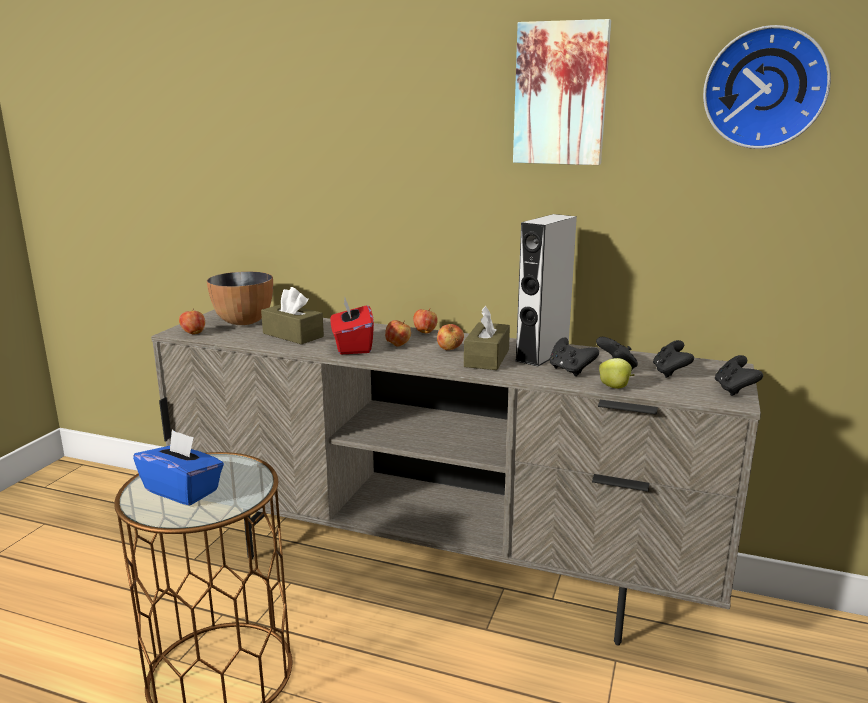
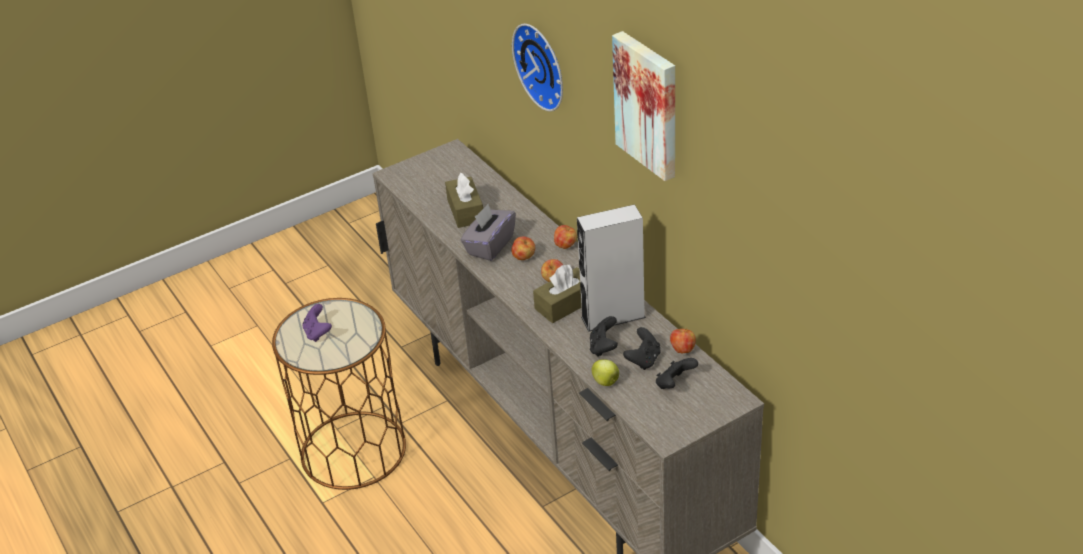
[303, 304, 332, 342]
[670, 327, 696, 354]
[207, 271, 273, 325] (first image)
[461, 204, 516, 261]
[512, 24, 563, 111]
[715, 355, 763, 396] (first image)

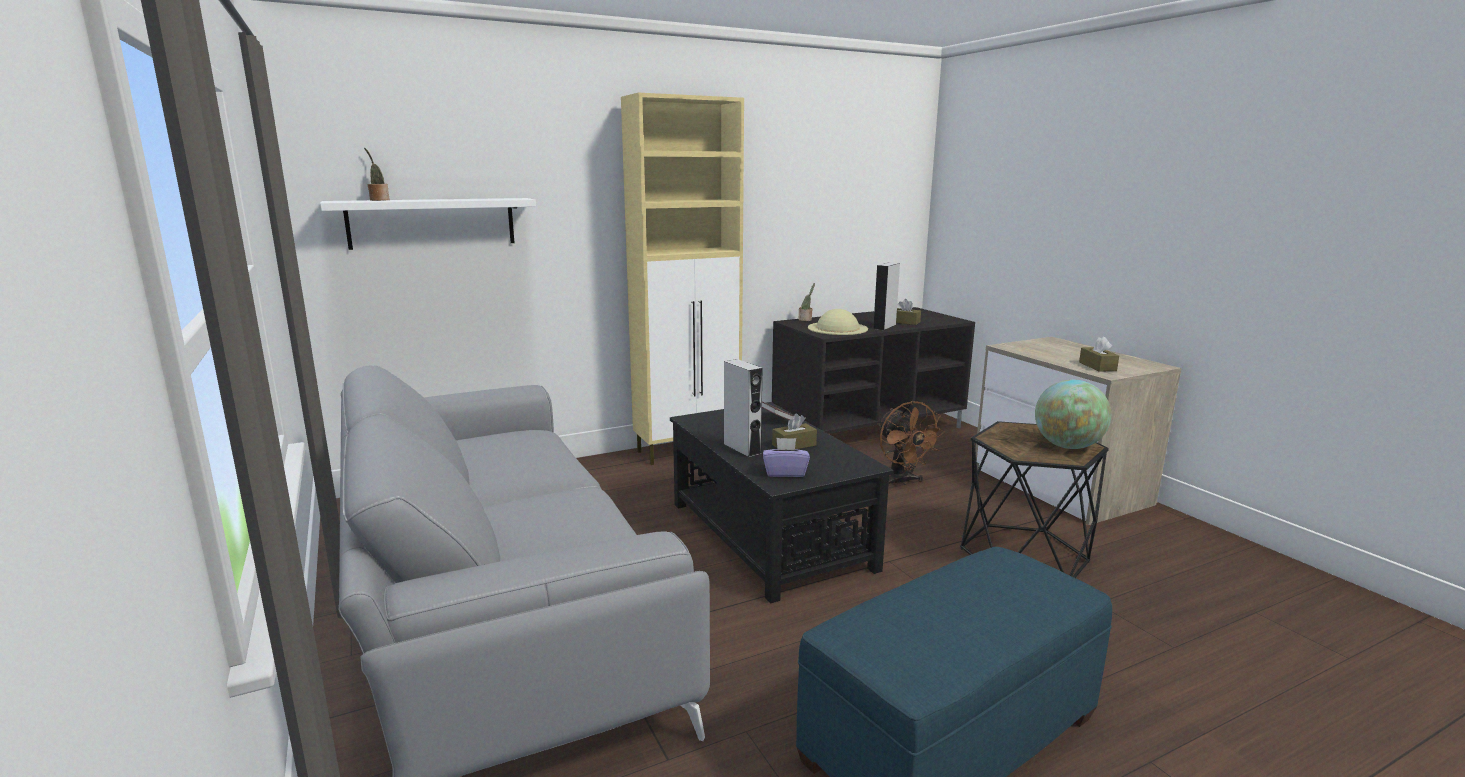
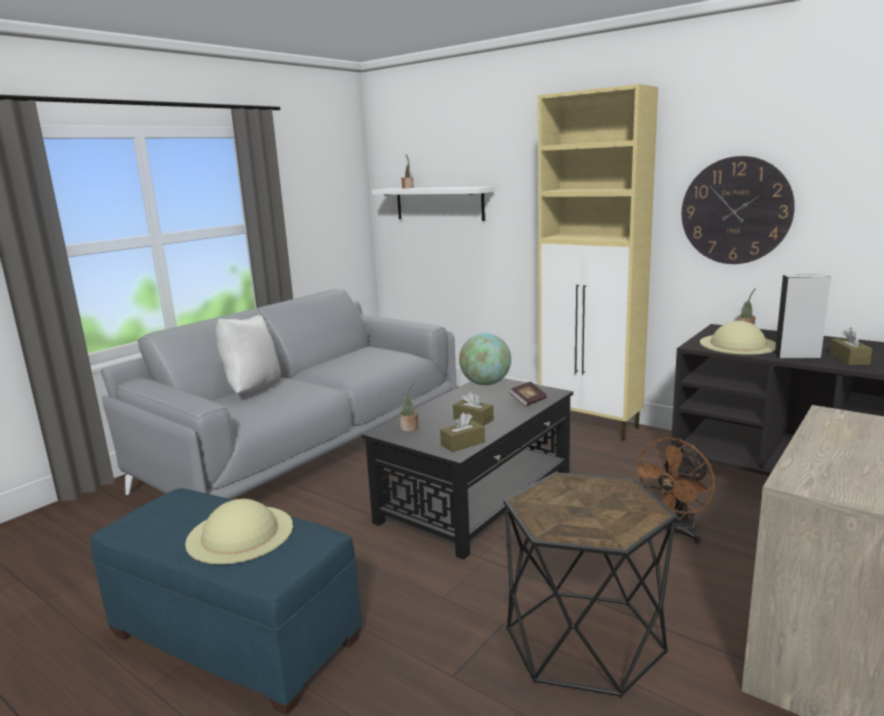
[724, 359, 762, 457] (first image)
[399, 383, 418, 432]
[459, 333, 511, 385]
[440, 413, 485, 452]
[185, 499, 293, 564]
[216, 315, 281, 394]
[682, 156, 795, 264]

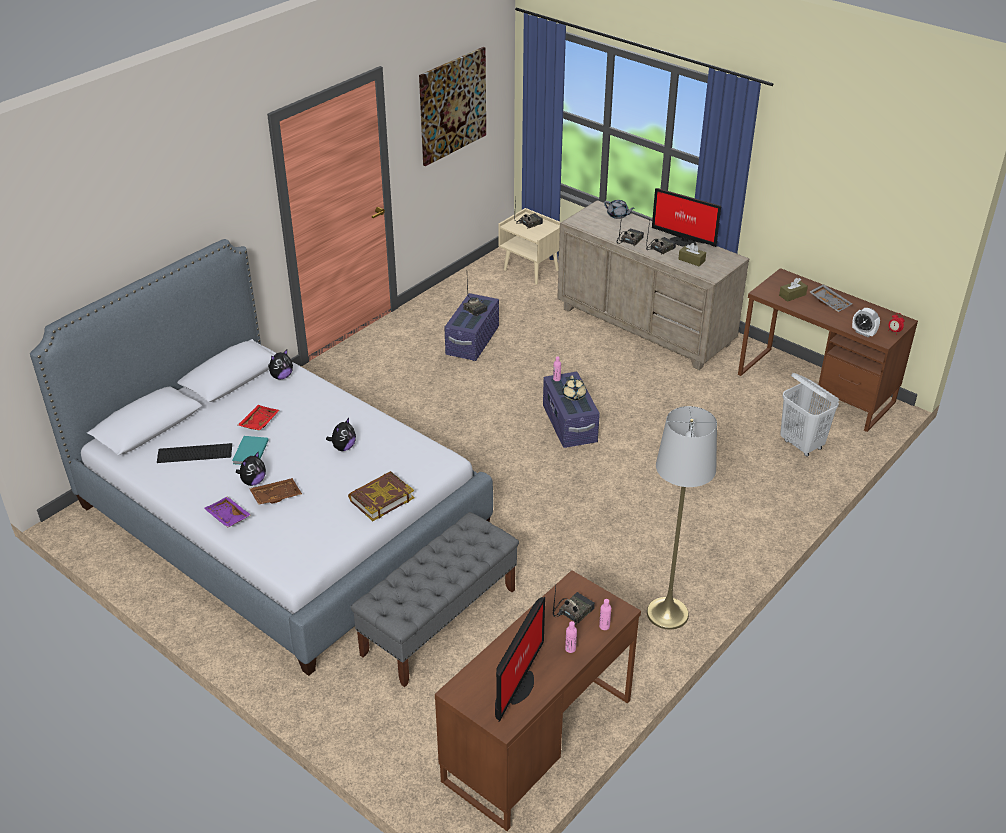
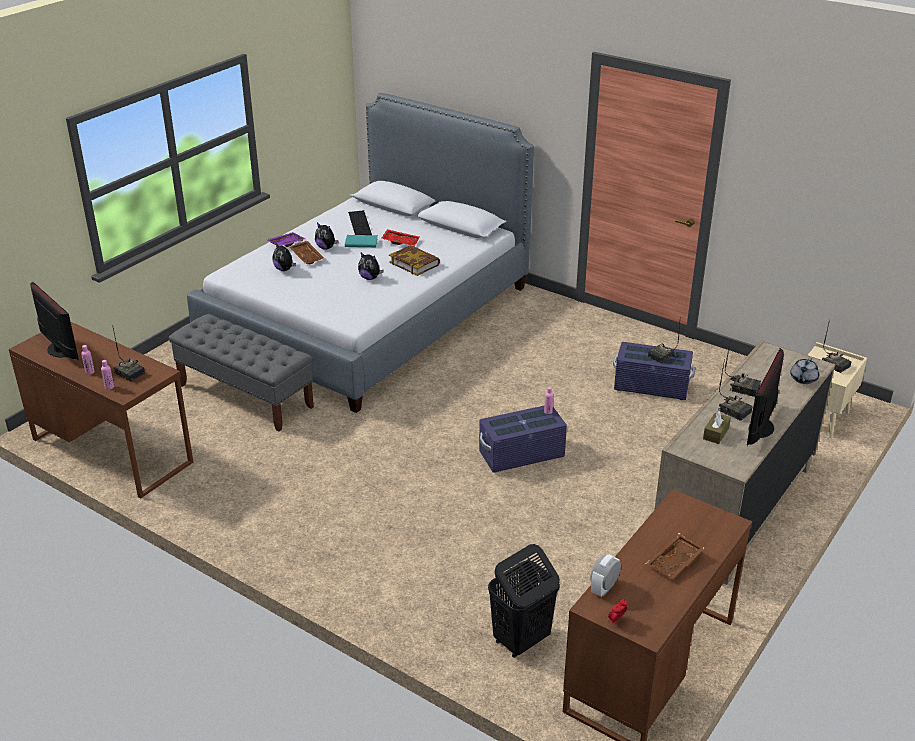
[272, 242, 296, 271]
[389, 245, 440, 276]
[419, 47, 486, 166] (first image)
[30, 282, 79, 360]
[562, 376, 586, 401] (first image)
[647, 406, 717, 630] (first image)
[779, 278, 808, 302] (first image)
[488, 544, 560, 658]
[645, 533, 704, 579]

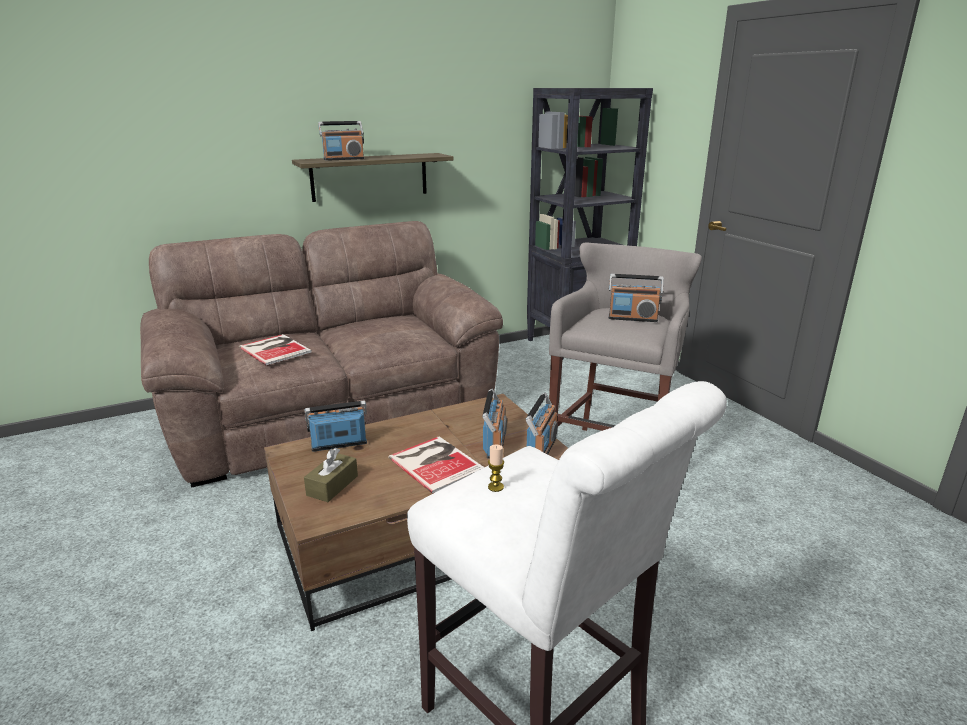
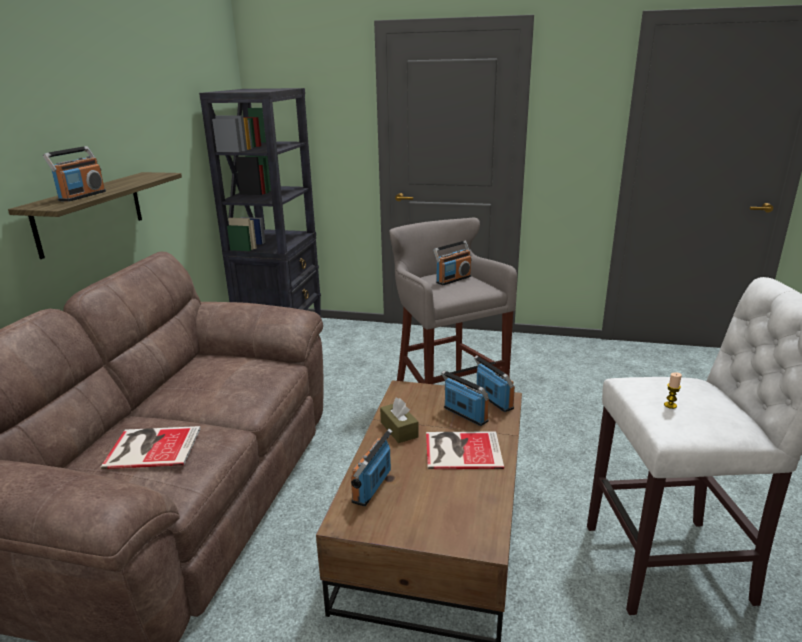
[380, 398, 419, 443]

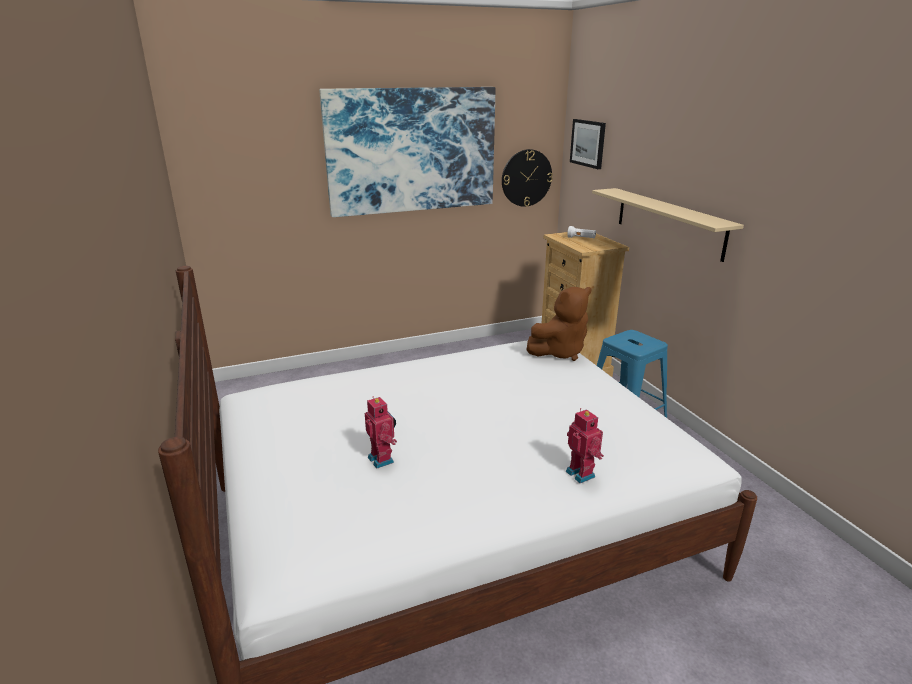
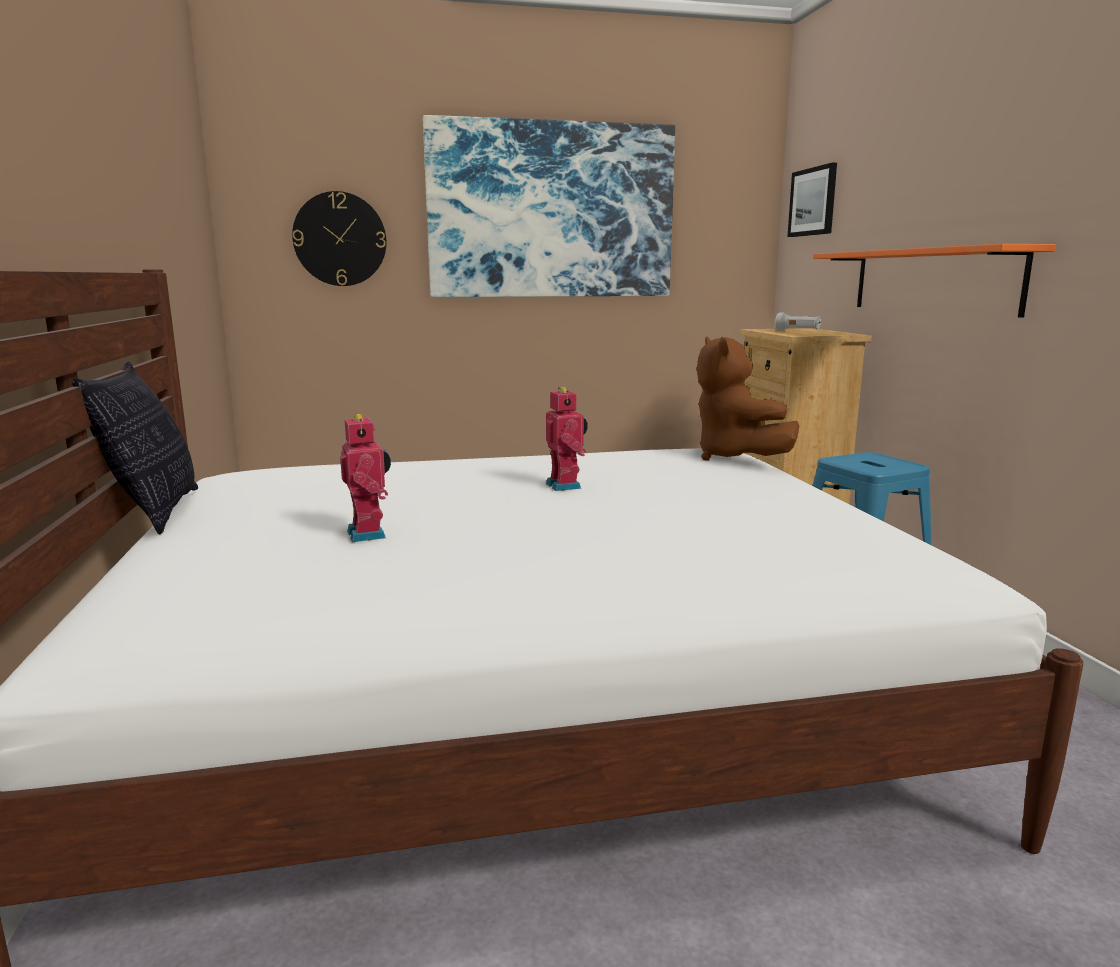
[292, 191, 386, 286]
[697, 336, 799, 461]
[546, 387, 588, 491]
[813, 244, 1056, 318]
[72, 362, 198, 534]

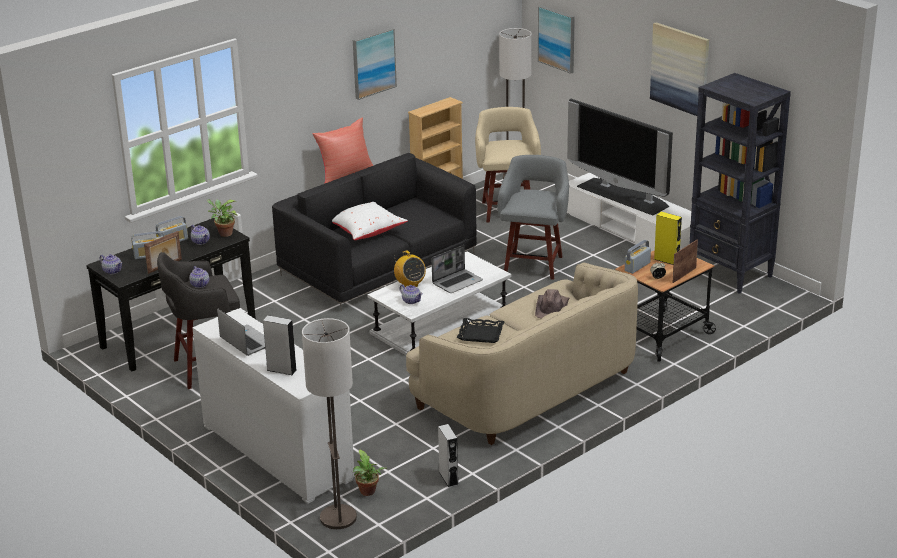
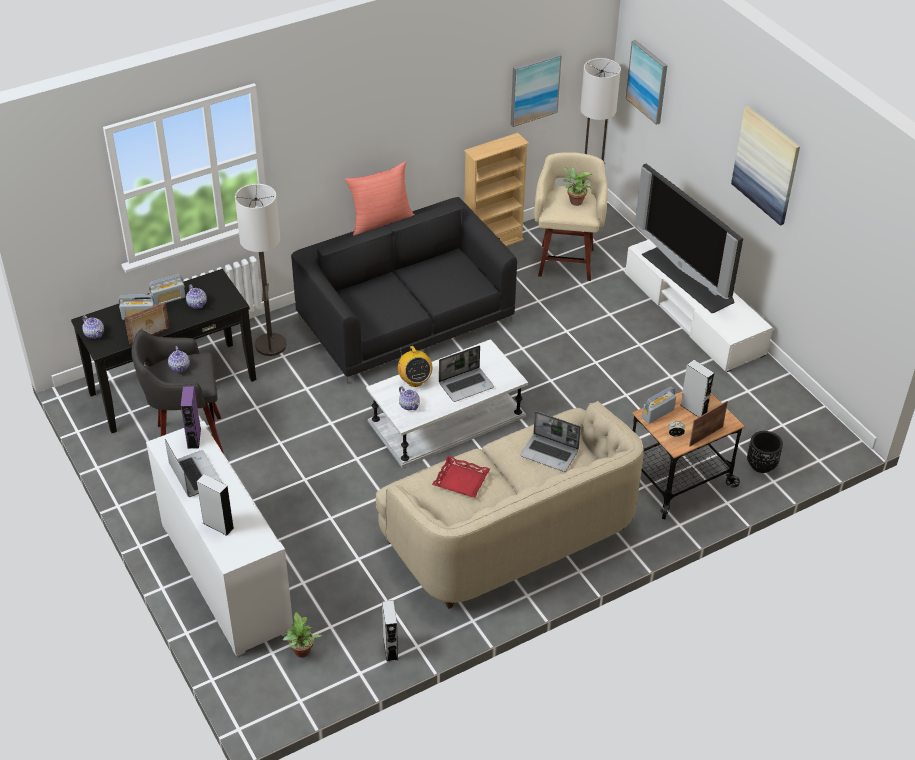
[563, 167, 592, 206]
[235, 184, 287, 356]
[332, 202, 408, 240] (first image)
[511, 53, 562, 127]
[432, 456, 490, 498]
[498, 155, 569, 280] (first image)
[520, 411, 581, 472]
[680, 360, 714, 417]
[689, 73, 791, 294] (first image)
[181, 386, 201, 449]
[747, 431, 783, 473]

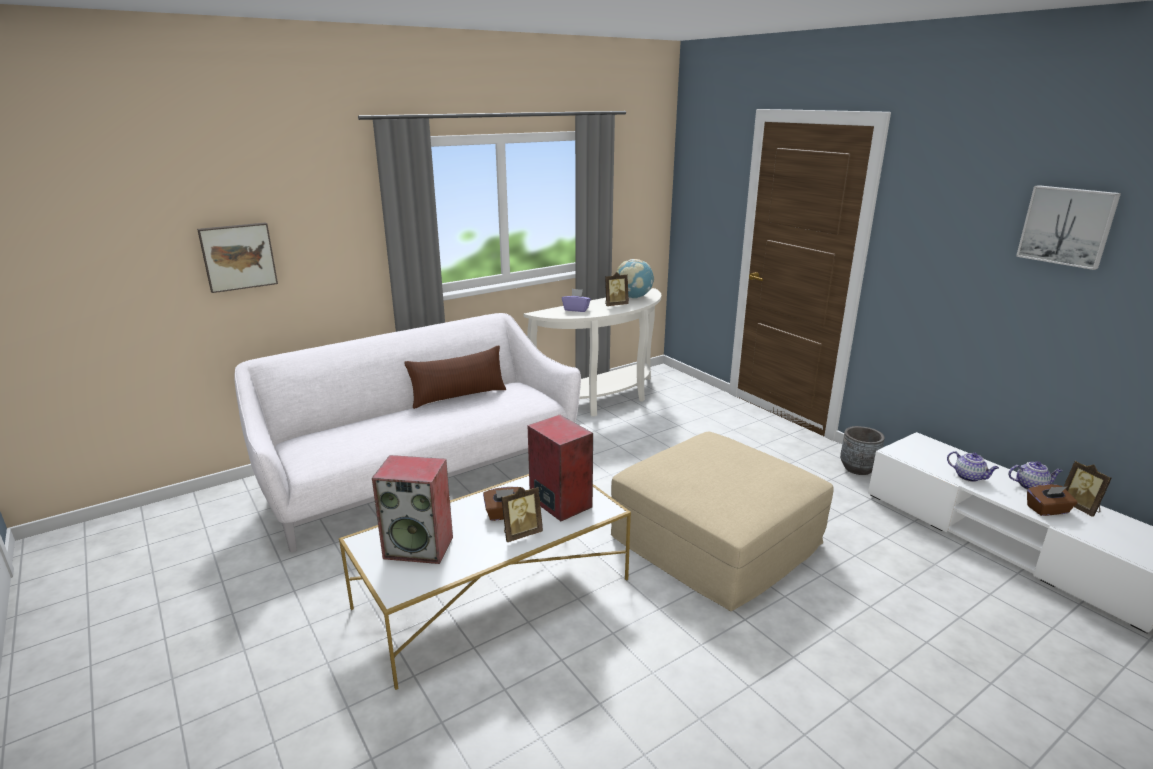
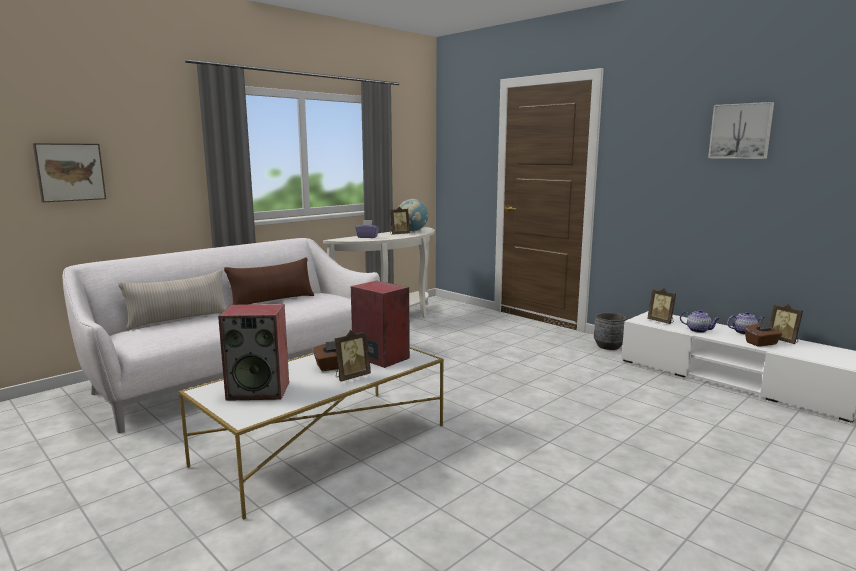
[611, 431, 834, 611] (first image)
[118, 270, 227, 330]
[647, 288, 676, 324]

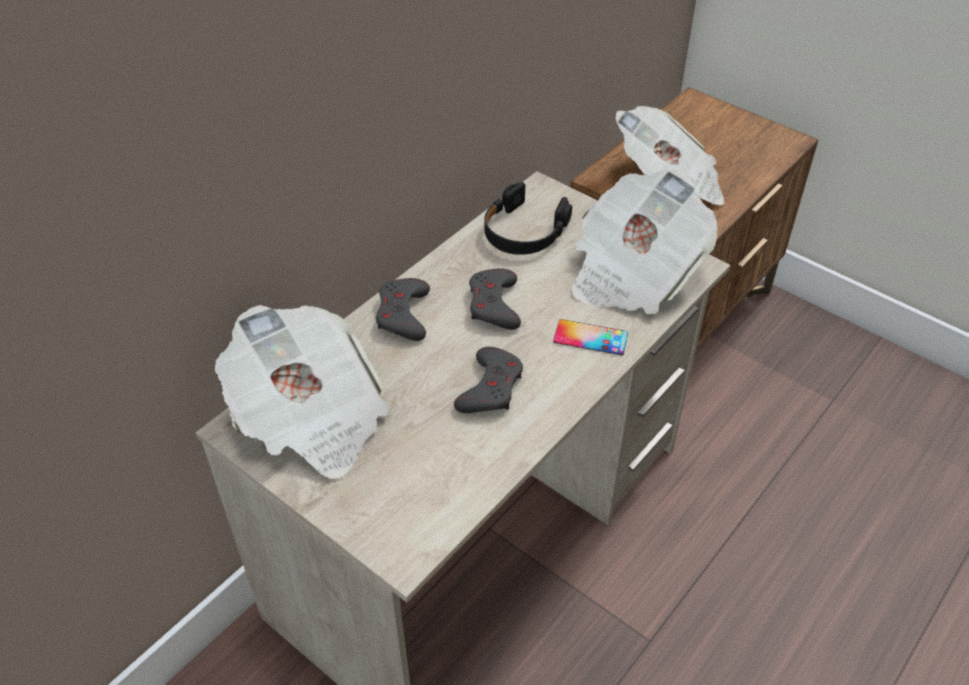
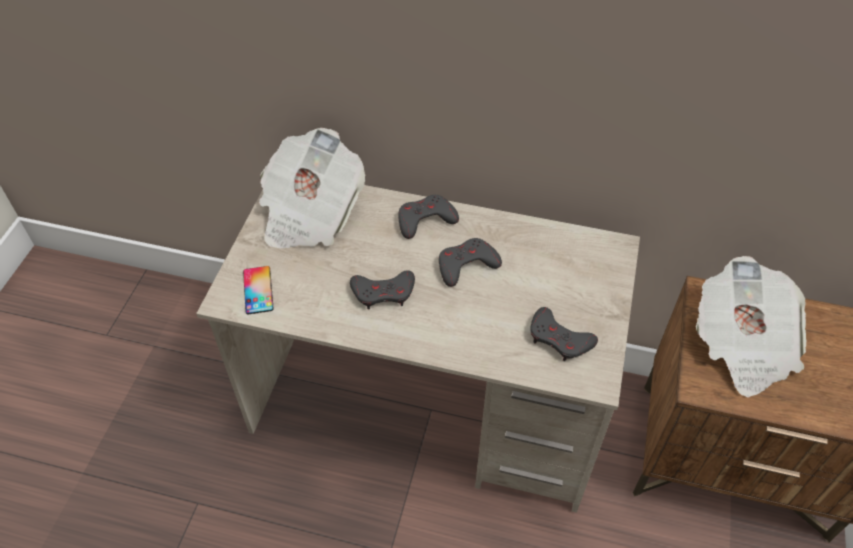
[484, 182, 572, 255] (first image)
[243, 266, 274, 314]
[530, 307, 598, 361]

